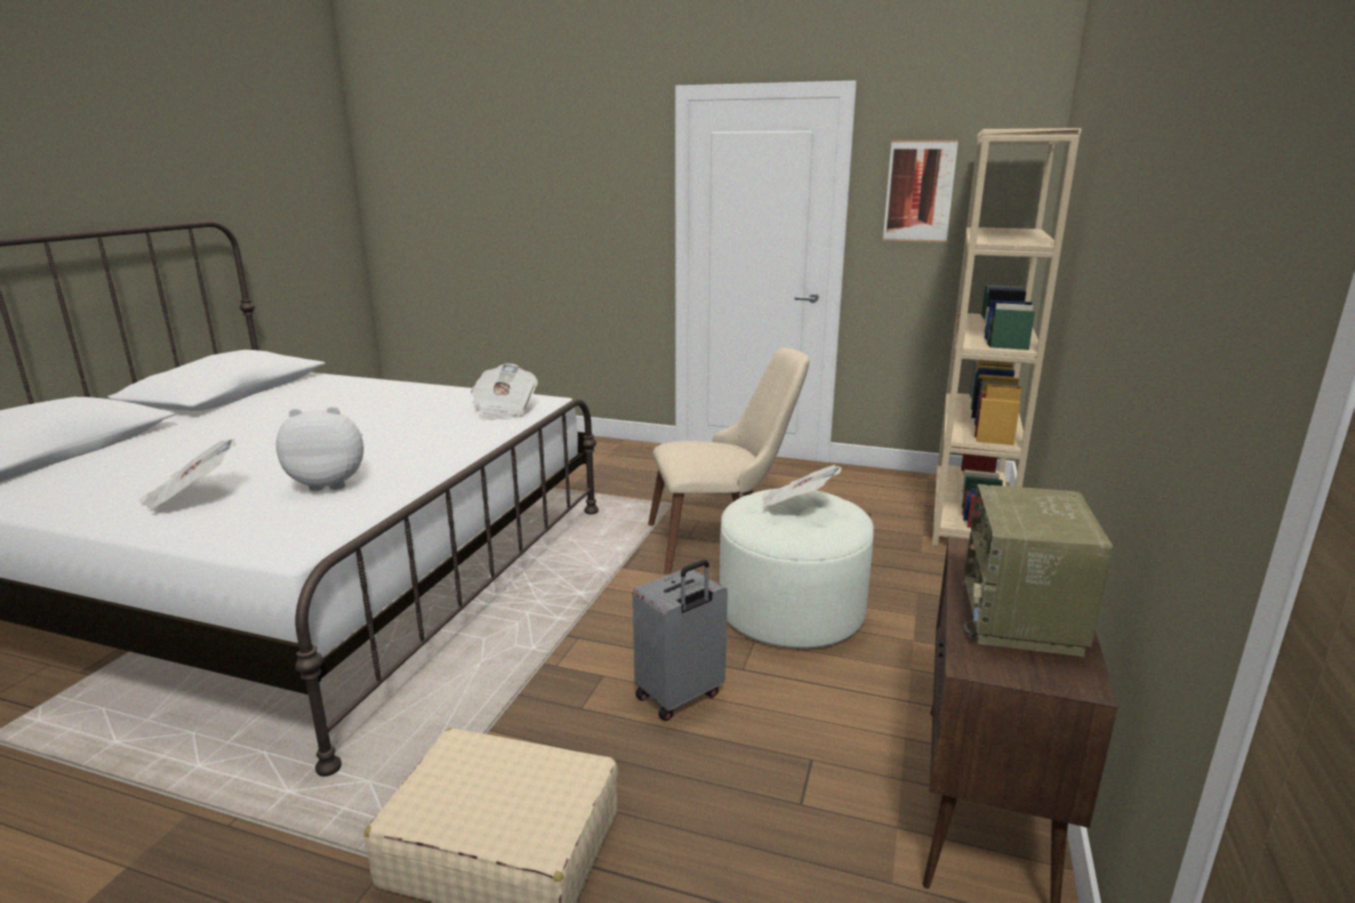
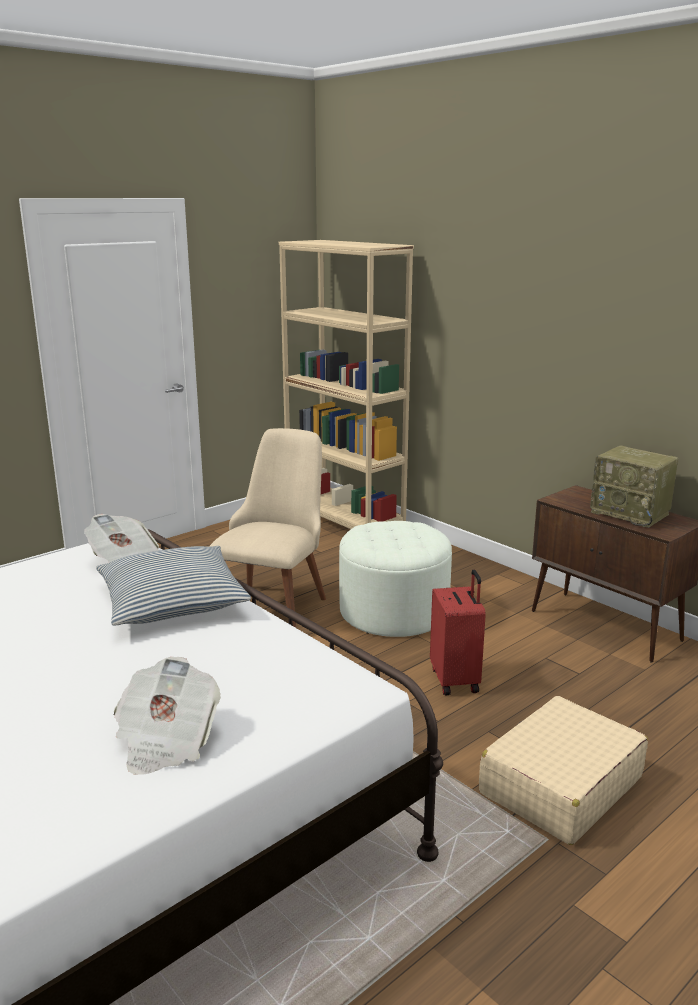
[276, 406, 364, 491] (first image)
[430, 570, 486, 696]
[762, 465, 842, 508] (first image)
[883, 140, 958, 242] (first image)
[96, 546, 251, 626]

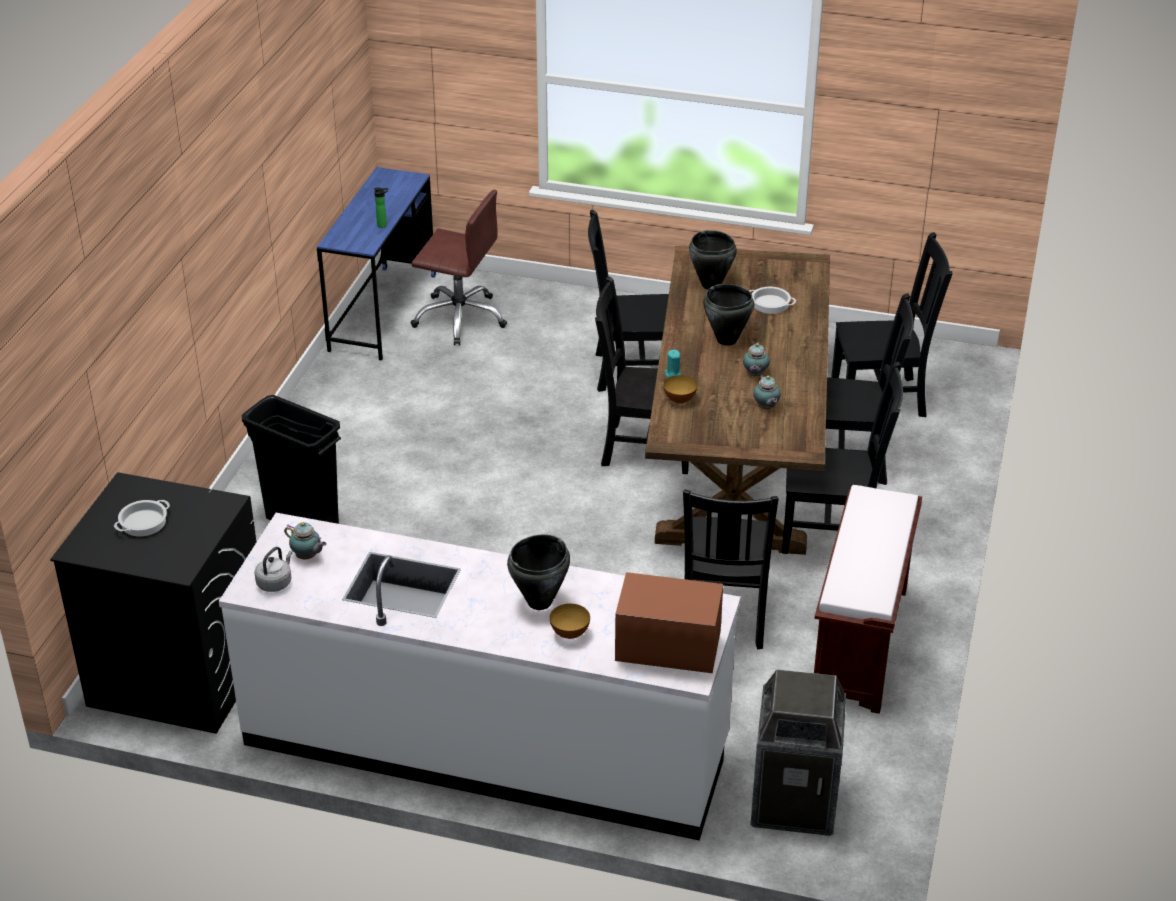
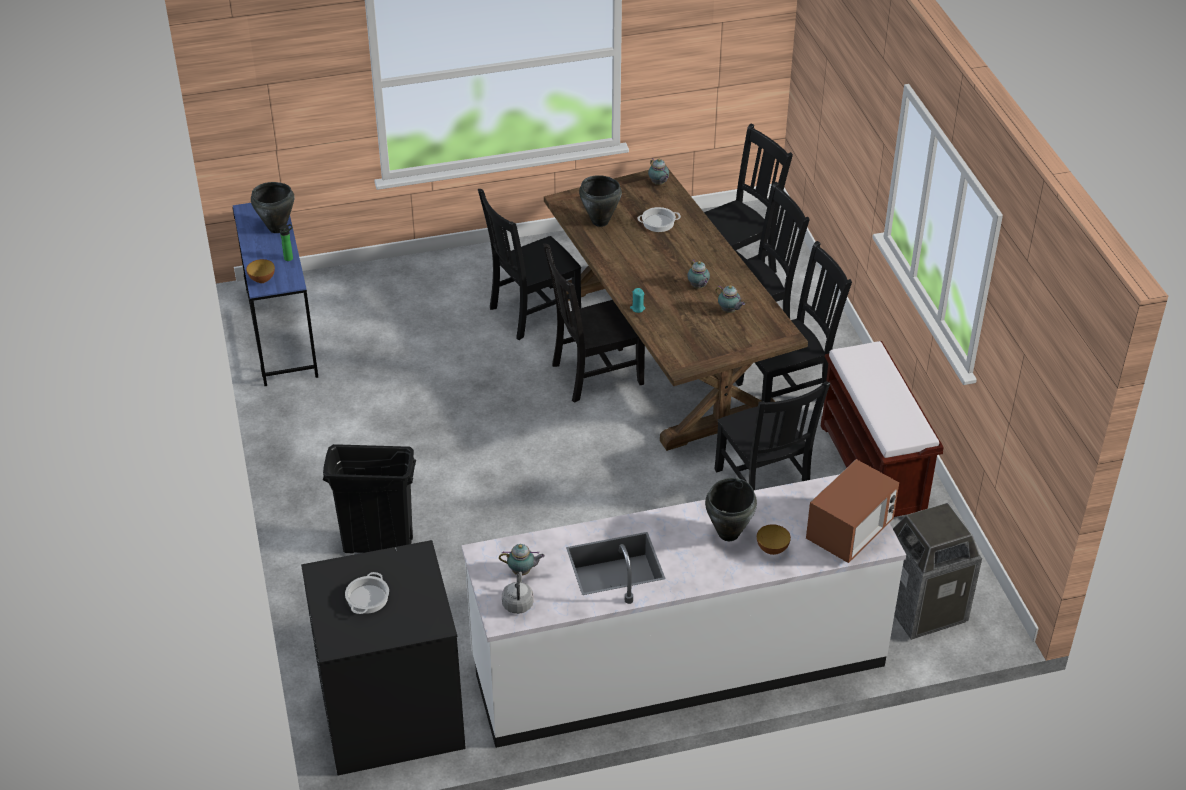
[410, 190, 507, 345] (first image)
[806, 459, 899, 563]
[246, 259, 275, 283]
[251, 182, 294, 233]
[648, 159, 669, 185]

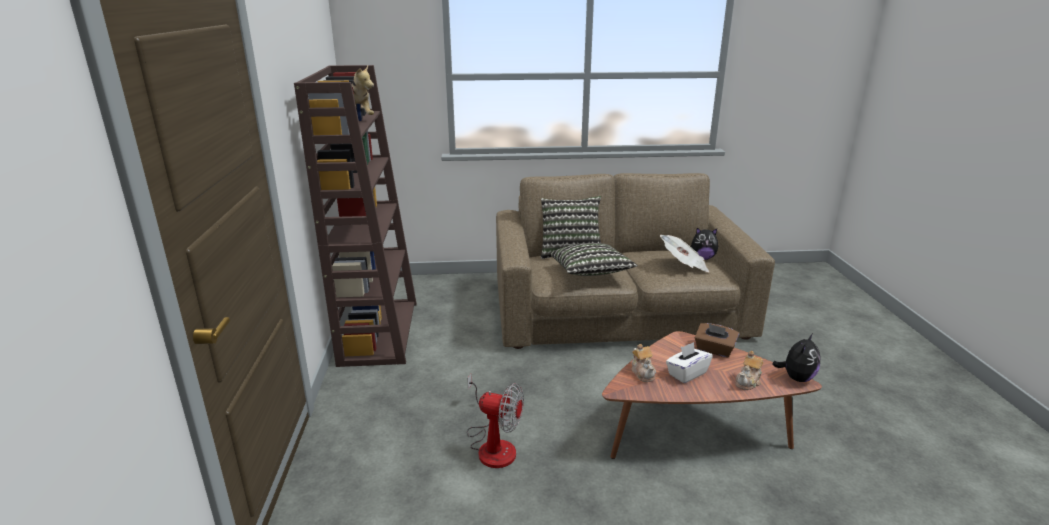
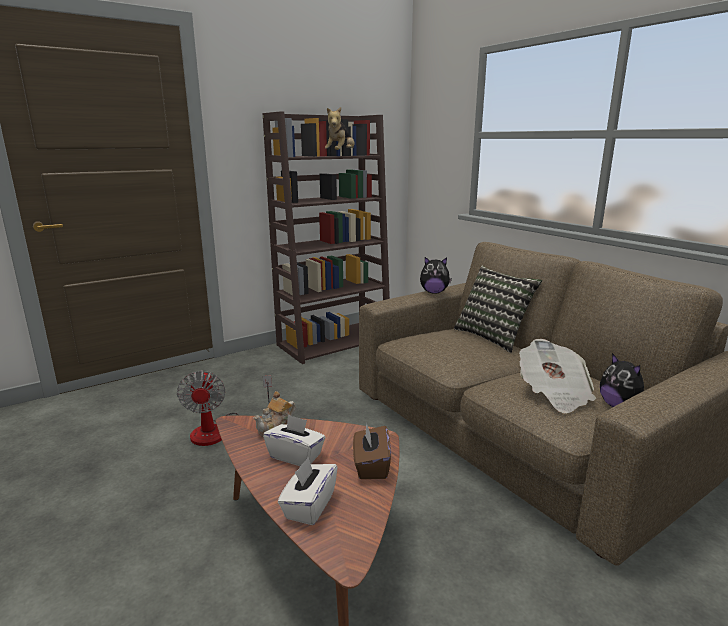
[551, 243, 637, 276] (first image)
[278, 457, 338, 525]
[420, 257, 452, 294]

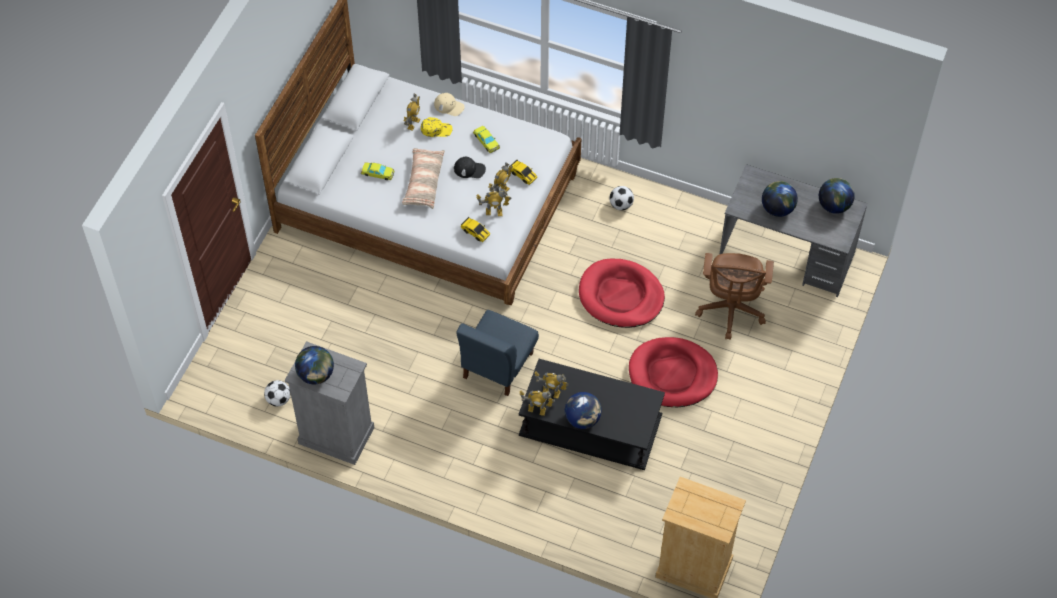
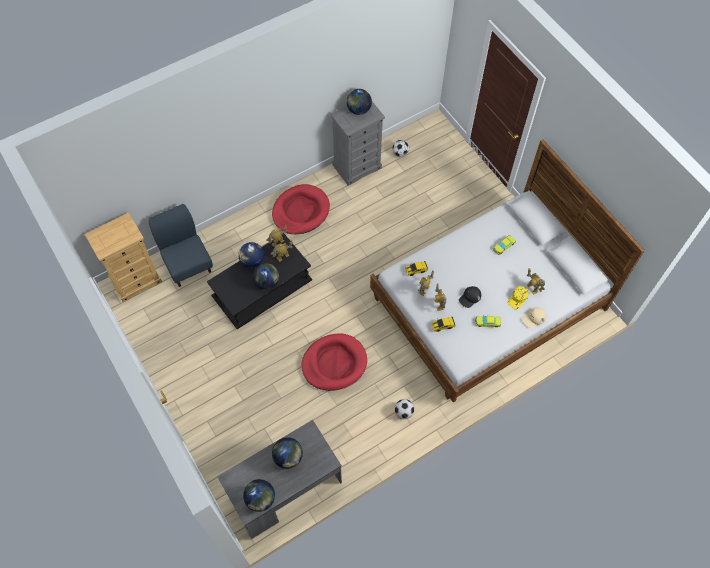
[402, 148, 445, 209] (first image)
[148, 204, 213, 287]
[272, 184, 330, 234]
[695, 253, 774, 340] (first image)
[253, 263, 279, 290]

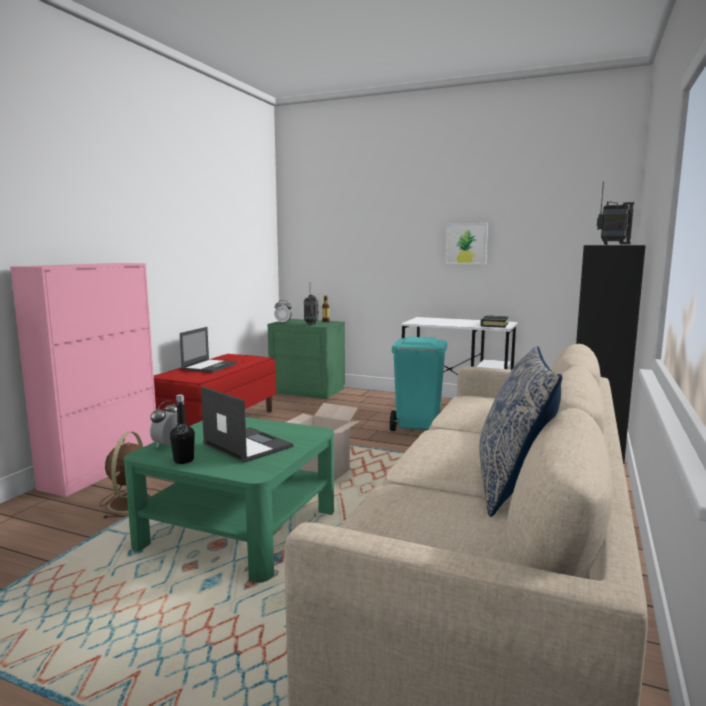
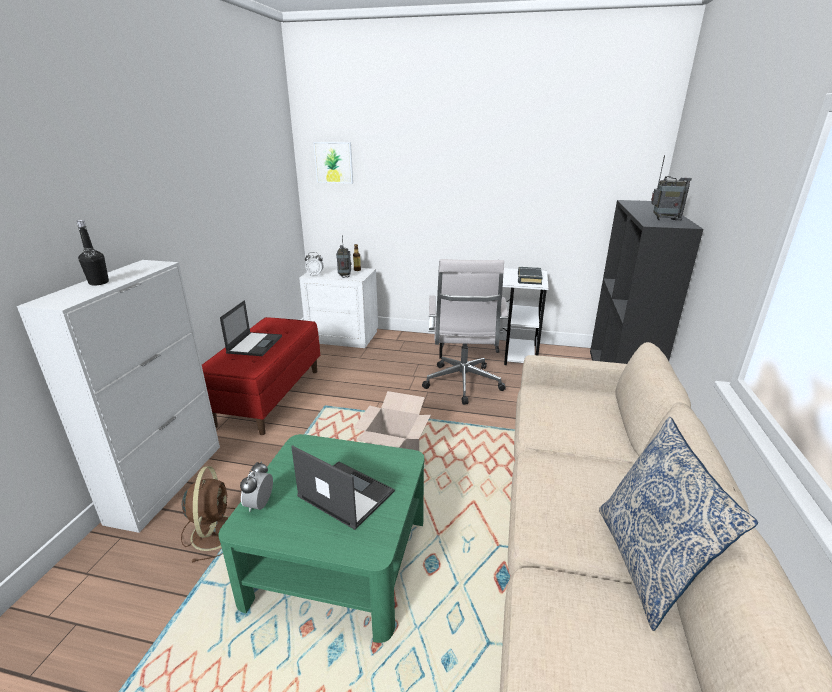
[17, 260, 220, 533]
[76, 220, 109, 286]
[299, 265, 378, 348]
[422, 259, 508, 405]
[313, 142, 353, 184]

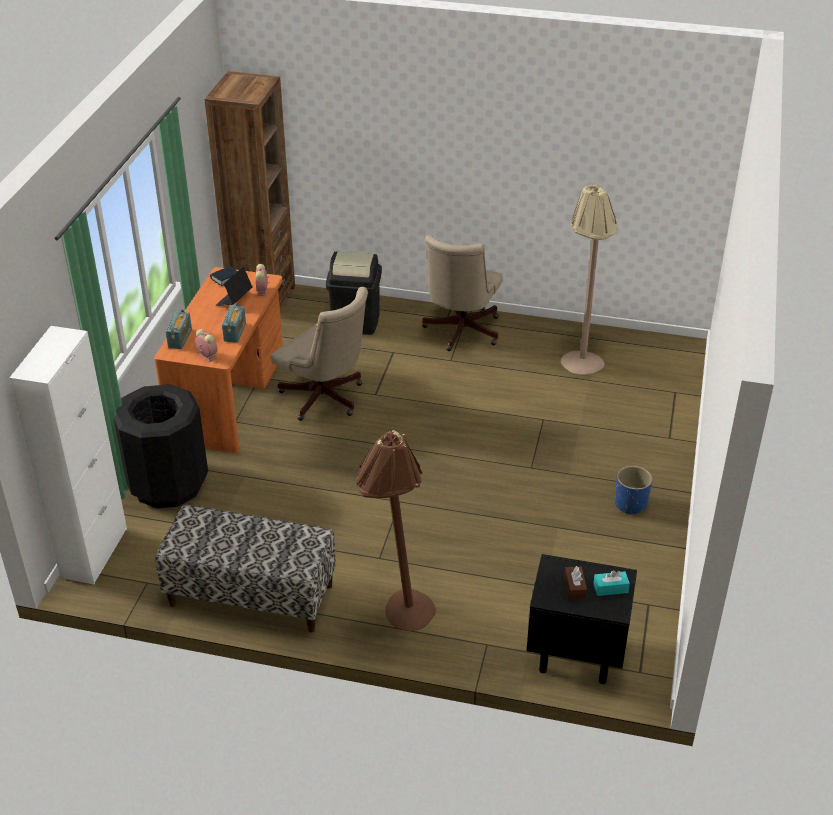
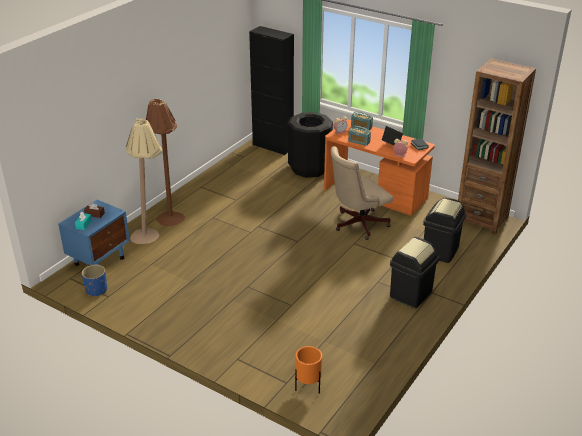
[249, 26, 294, 155]
[155, 505, 336, 632] (first image)
[390, 237, 439, 308]
[58, 200, 130, 266]
[126, 118, 162, 244]
[82, 265, 107, 296]
[295, 346, 322, 393]

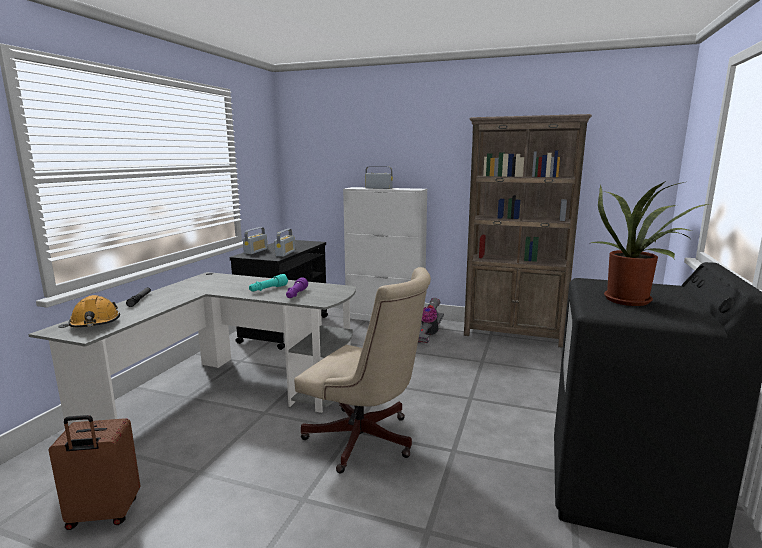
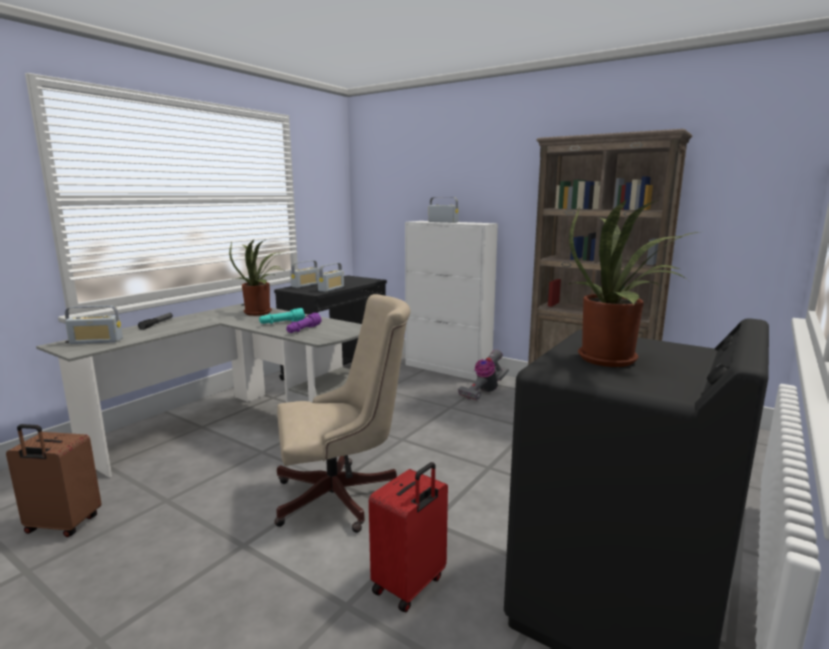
[65, 305, 123, 344]
[274, 294, 410, 533]
[229, 239, 286, 316]
[369, 462, 448, 613]

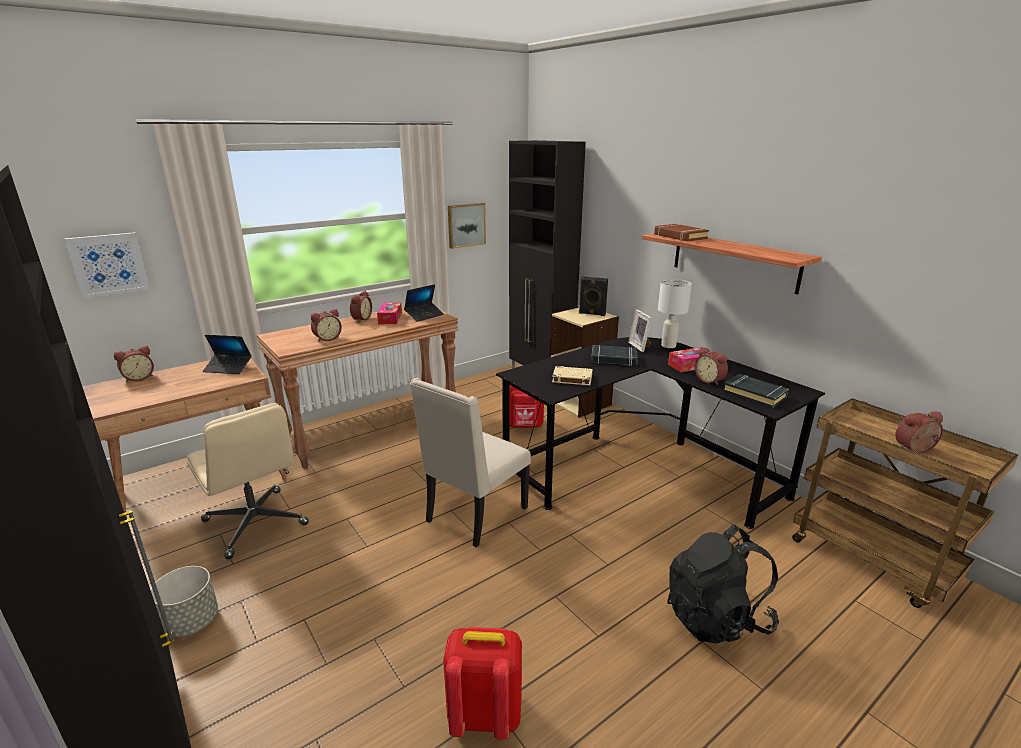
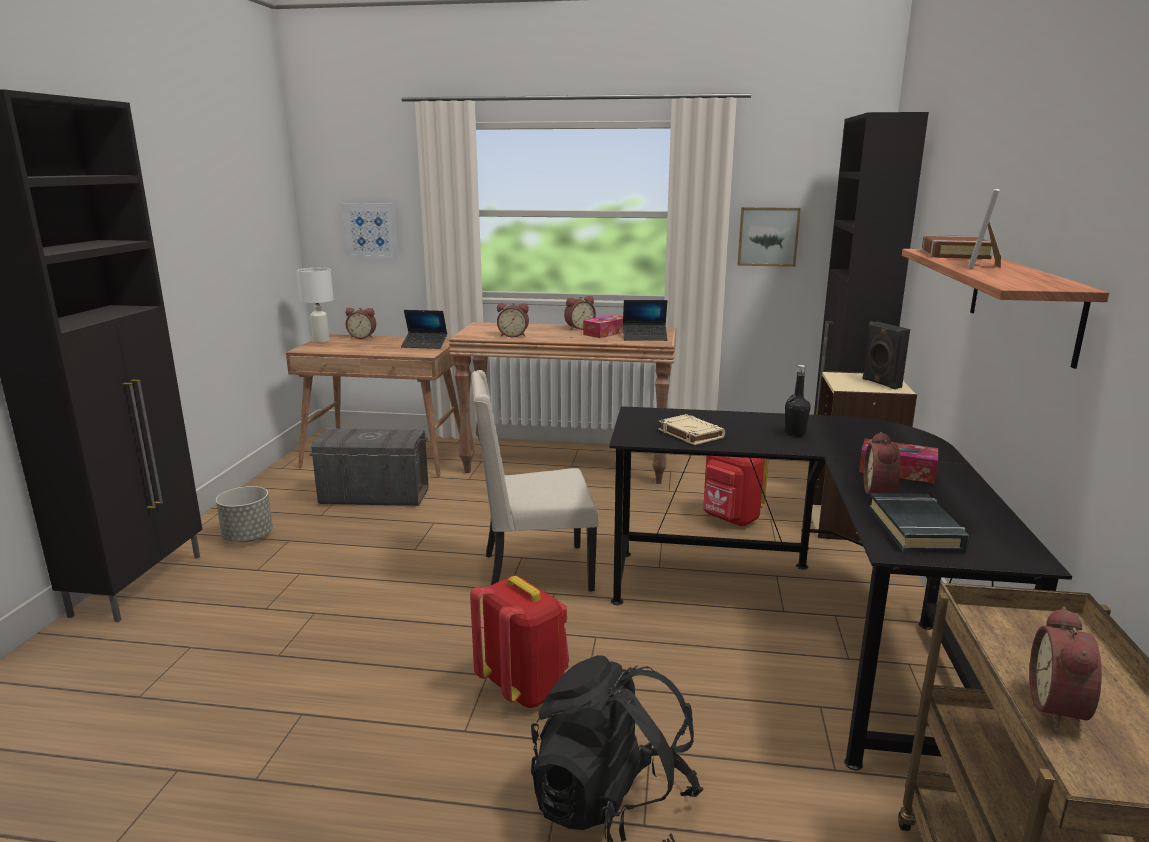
[310, 428, 428, 506]
[401, 310, 447, 349]
[470, 576, 569, 708]
[785, 365, 811, 437]
[968, 189, 1001, 269]
[296, 268, 334, 343]
[1029, 607, 1102, 728]

